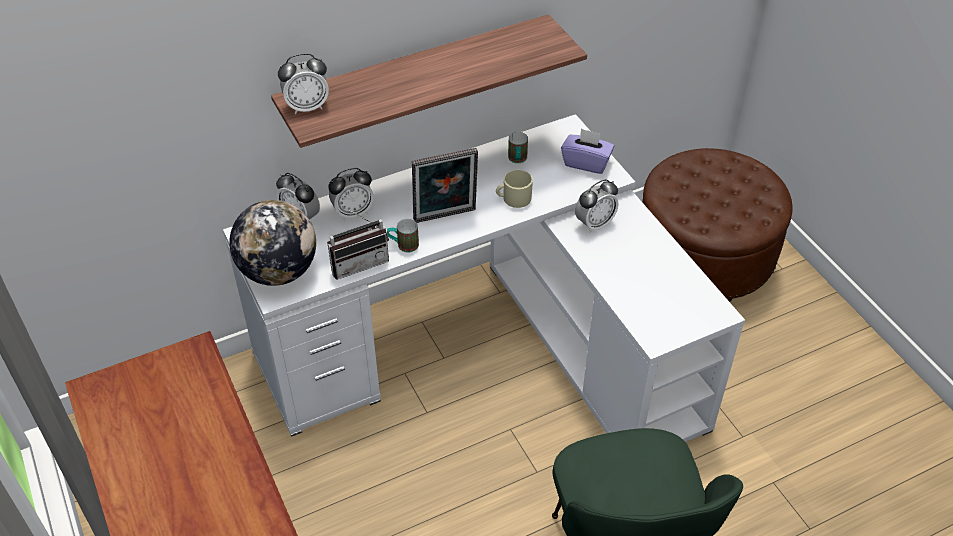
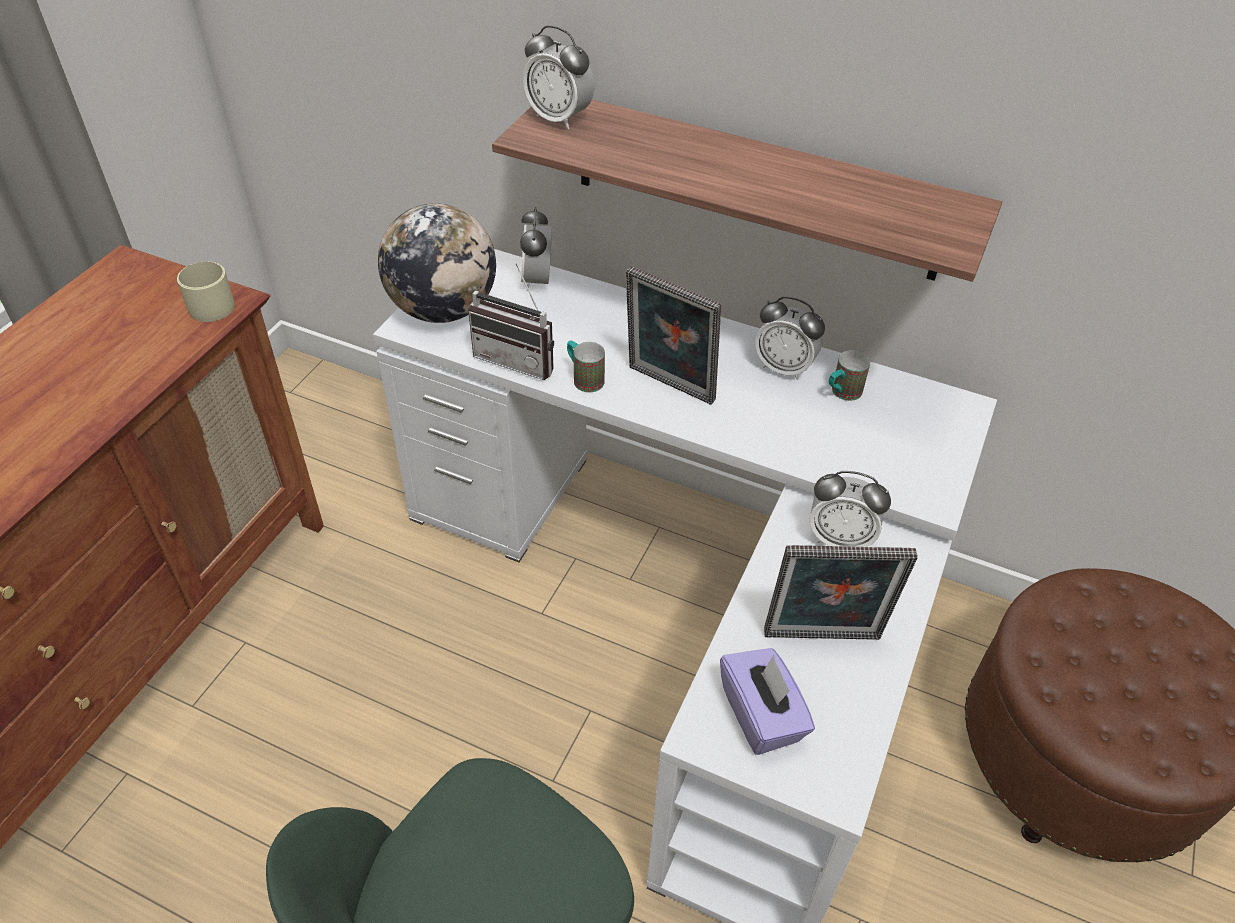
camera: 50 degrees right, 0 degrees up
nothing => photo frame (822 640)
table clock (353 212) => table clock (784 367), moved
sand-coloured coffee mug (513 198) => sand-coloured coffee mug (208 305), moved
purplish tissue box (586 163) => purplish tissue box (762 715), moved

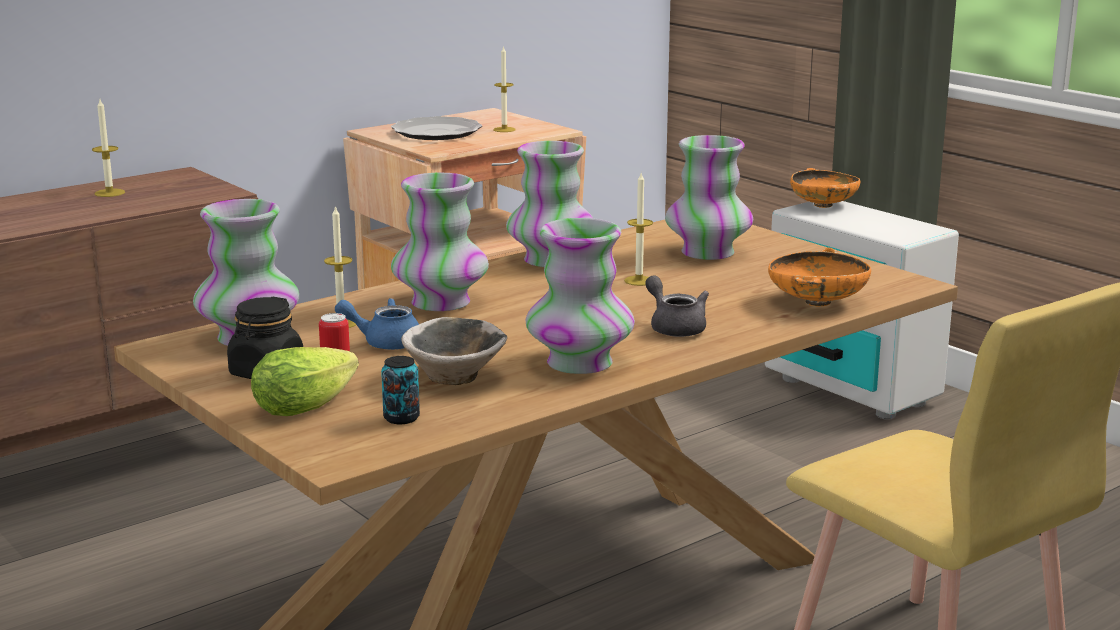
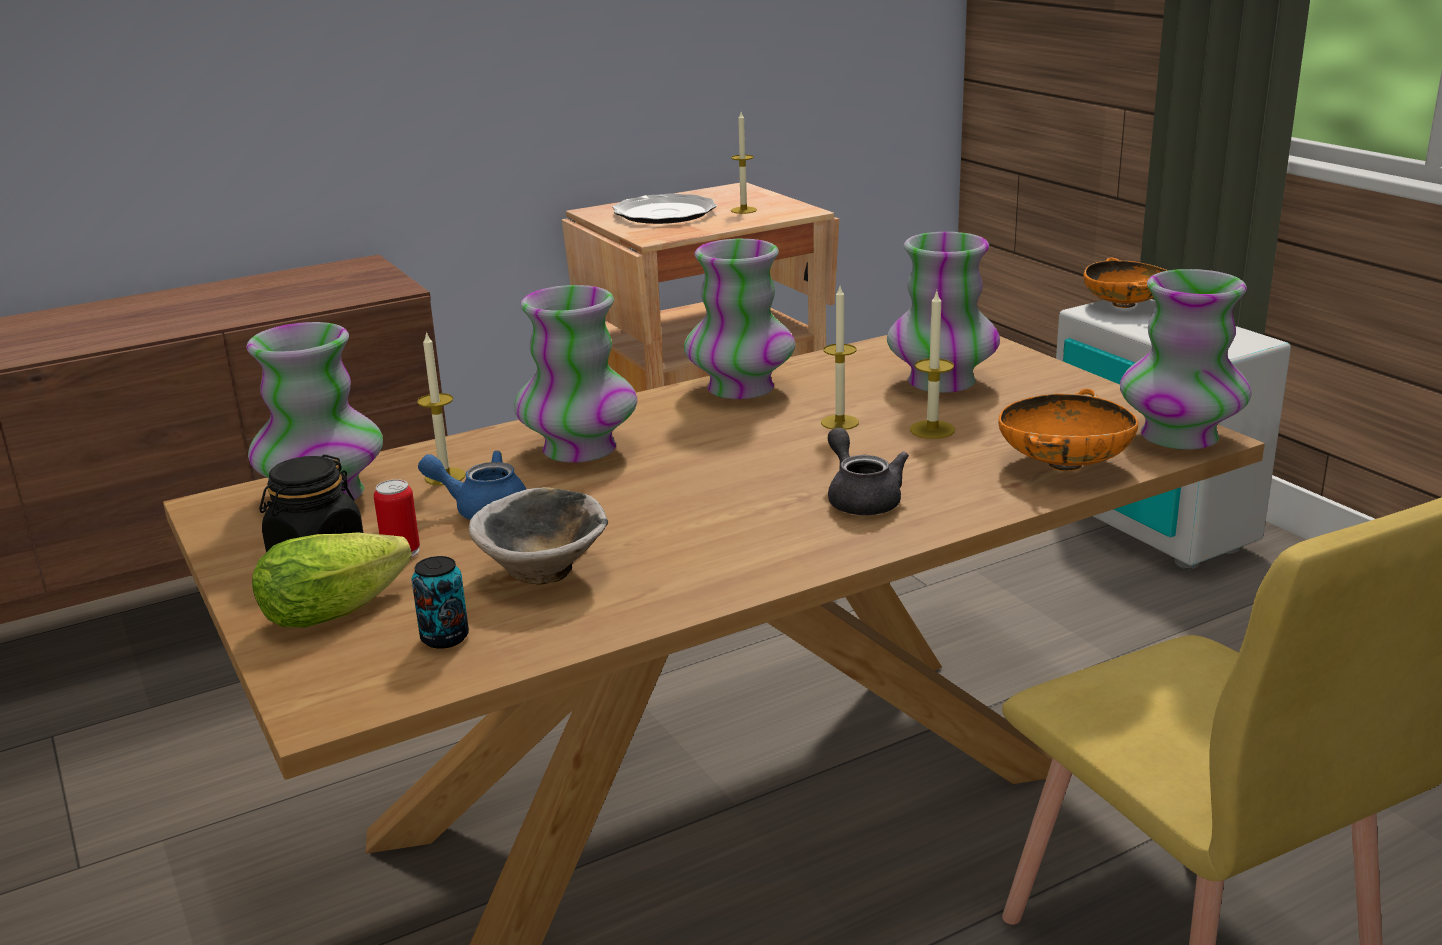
camera: 10 degrees right, 5 degrees up
wax light (109 193) => wax light (932 430), moved
flower vase (580 363) => flower vase (1179 437), moved

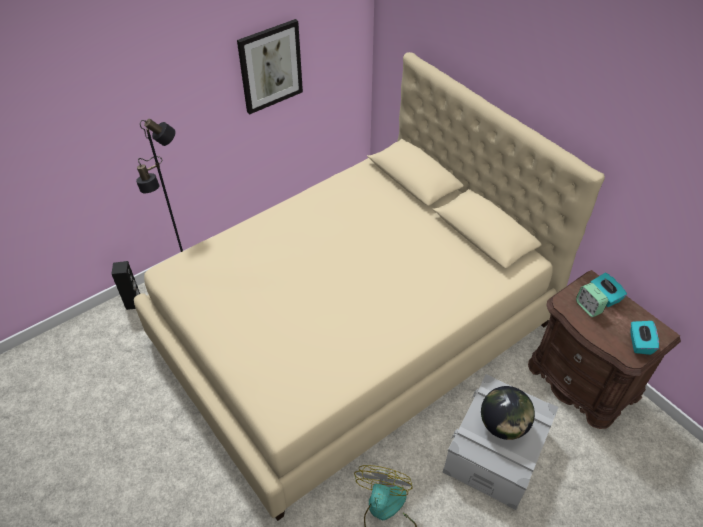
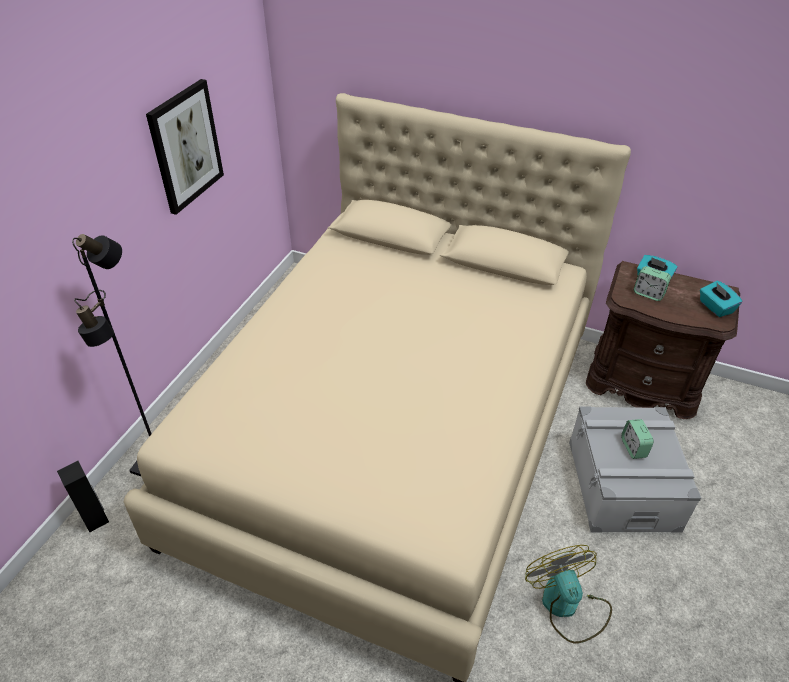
camera: 30 degrees left, 5 degrees down
desk globe (503 425) => table clock (633 448)

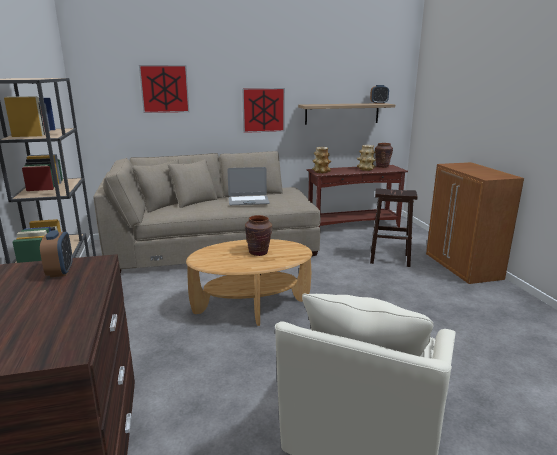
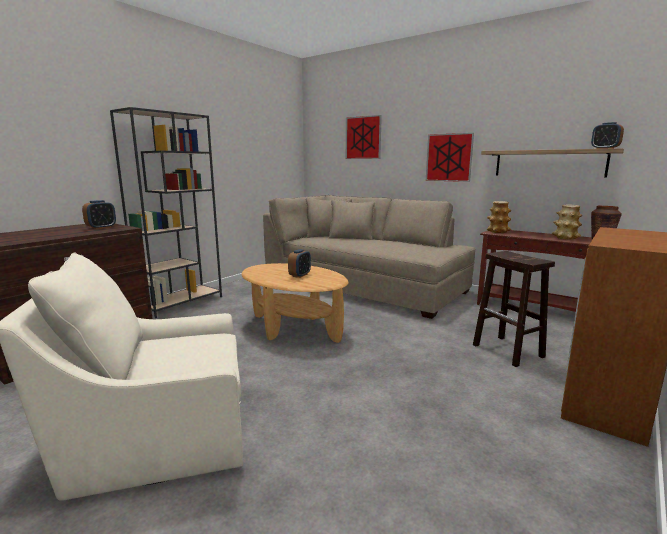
camera: 50 degrees right, 5 degrees down
portable computer (248 201) => nothing
brown-coloured flower vase (258 252) => table clock (300 275)

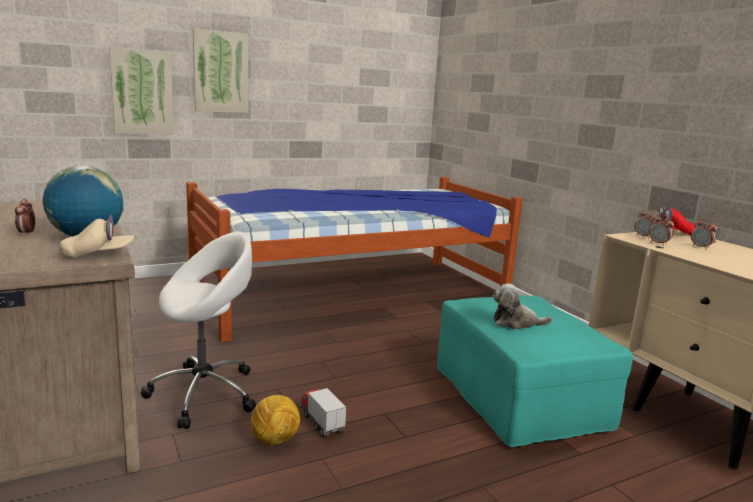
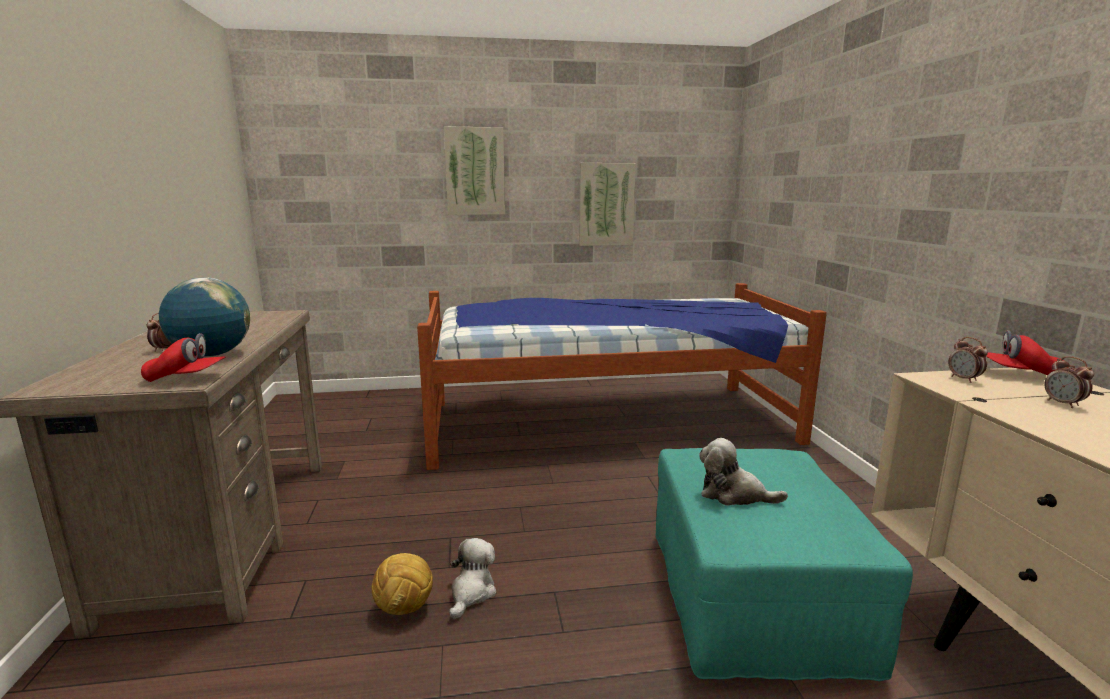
camera: 20 degrees right, 0 degrees up
white-coloured desk chair (206 393) => nothing
table clock (659 243) => nothing
wall picture (142 92) => wall picture (606 204), moved
toy truck (322 423) => cuddly toy (471 592)
sand-coloured peaked cap (98 255) => red-coloured peaked cap (186 378)

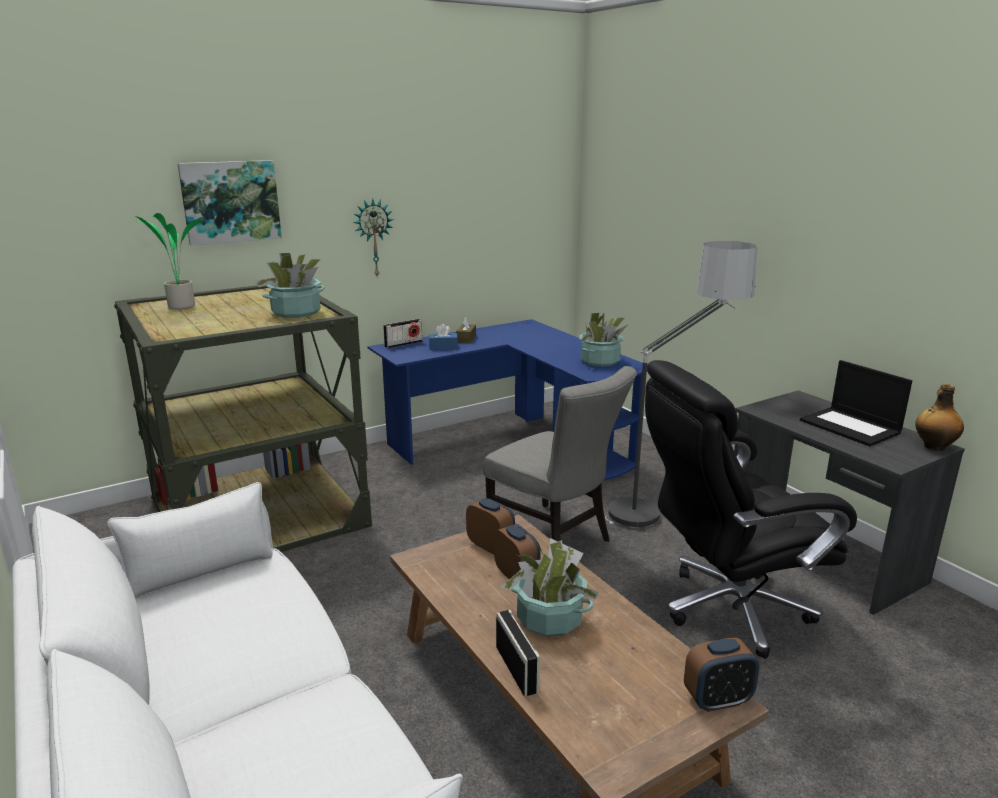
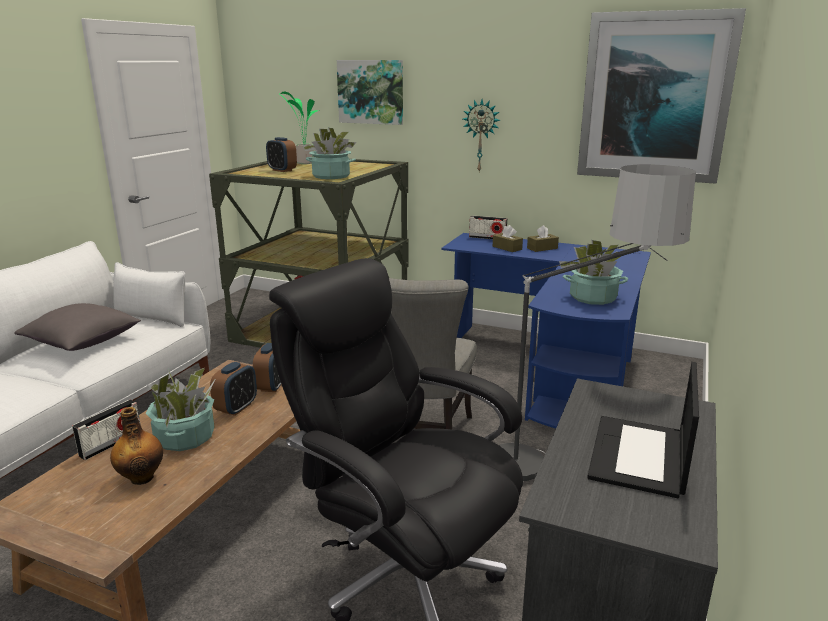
camera: 55 degrees right, 0 degrees up
nothing => gray cushion (83 343)
nothing => wall picture (655 97)
table clock (717 700) => table clock (282 170), moved
drink bottle (933 447) => drink bottle (141 477), moved
blue tissue box (443 347) => brown-coloured tissue box (507 248)

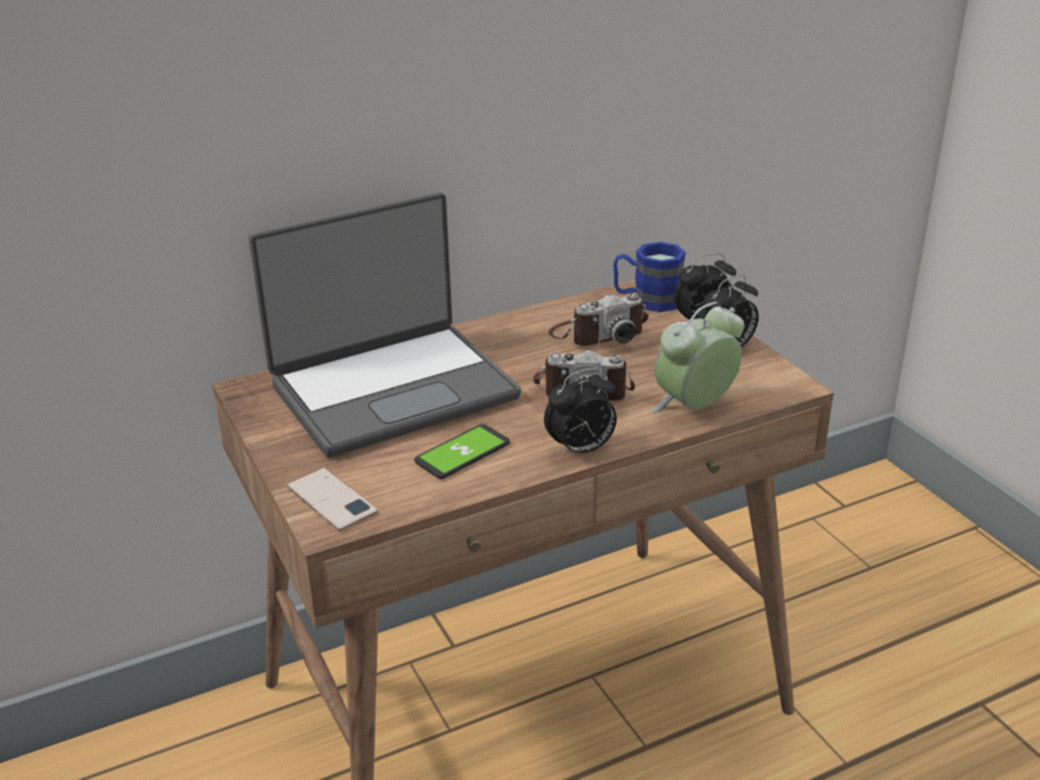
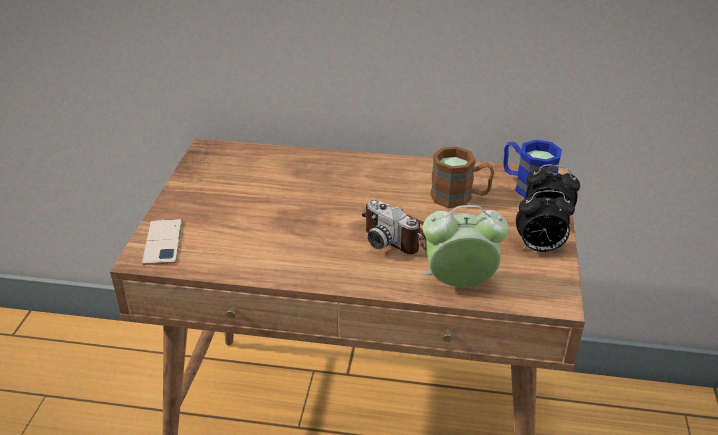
camera: 35 degrees right, 5 degrees up
portable computer (392 389) => nothing
telephone (462 453) => nothing
table clock (581 450) => nothing
still camera (598 333) => brown-coloured coffee mug (460 197)

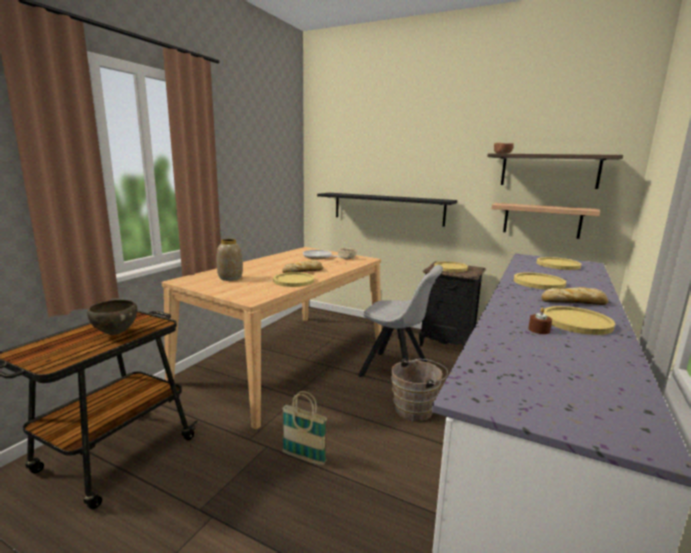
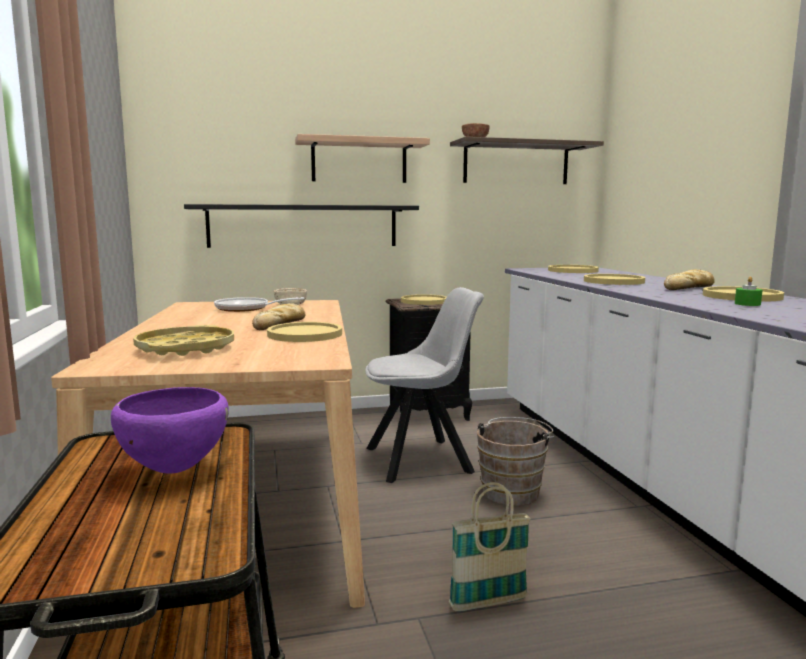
camera: 40 degrees left, 5 degrees down
shelf (542 220) => shelf (359 161), moved
flower vase (230 278) => yellow-coloured serving tray (185 349)
brown-coloured deep dish (115 333) => purplish deep dish (173 471)
brown-coloured wax light (539 330) => greenish wax light (747 304)

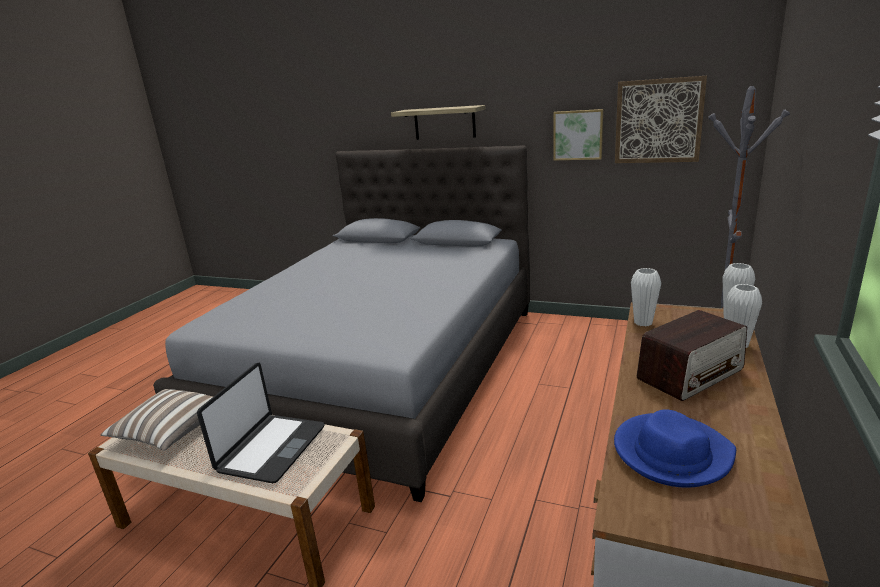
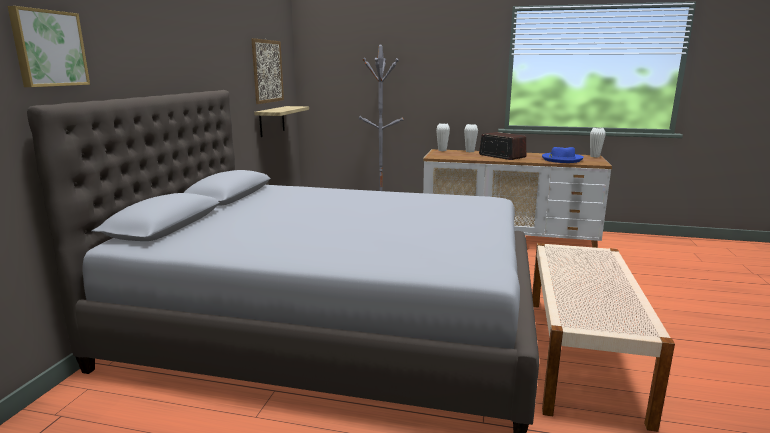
camera: 100 degrees left, 5 degrees down
cushion (170 432) => nothing
portable computer (271 448) => nothing
shelf (444 123) => shelf (272 121), moved
wall picture (578 135) => wall picture (48 48), moved
white-coloured flower vase (643 322) => white-coloured flower vase (594 156), moved

